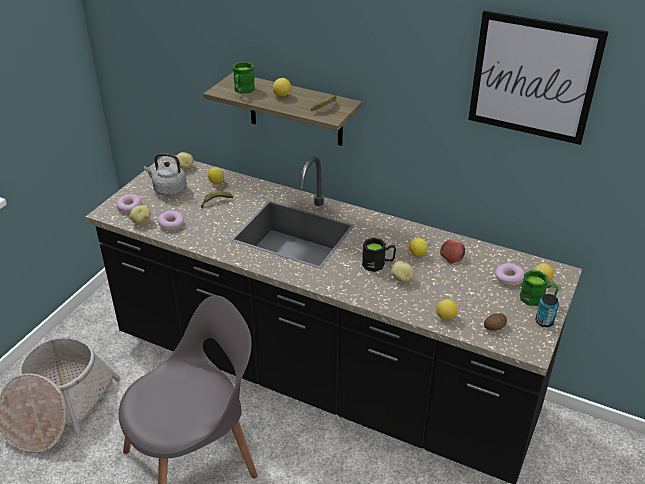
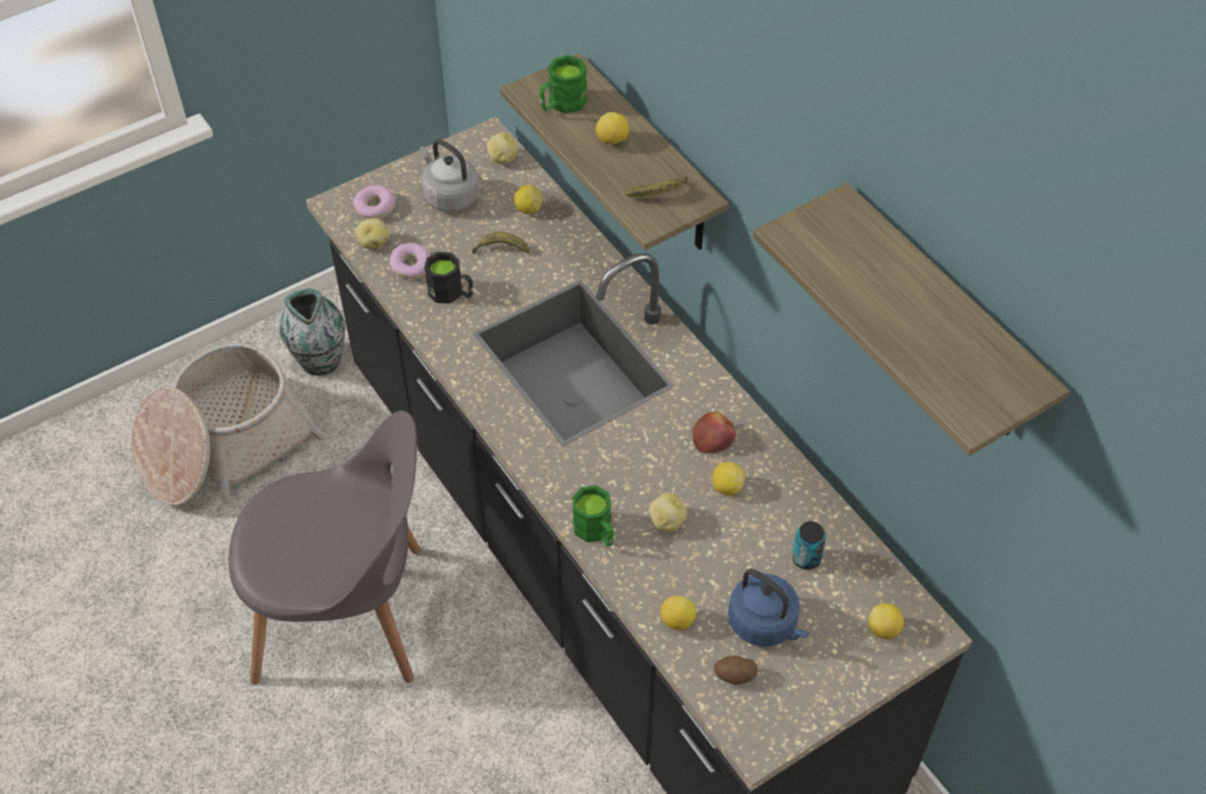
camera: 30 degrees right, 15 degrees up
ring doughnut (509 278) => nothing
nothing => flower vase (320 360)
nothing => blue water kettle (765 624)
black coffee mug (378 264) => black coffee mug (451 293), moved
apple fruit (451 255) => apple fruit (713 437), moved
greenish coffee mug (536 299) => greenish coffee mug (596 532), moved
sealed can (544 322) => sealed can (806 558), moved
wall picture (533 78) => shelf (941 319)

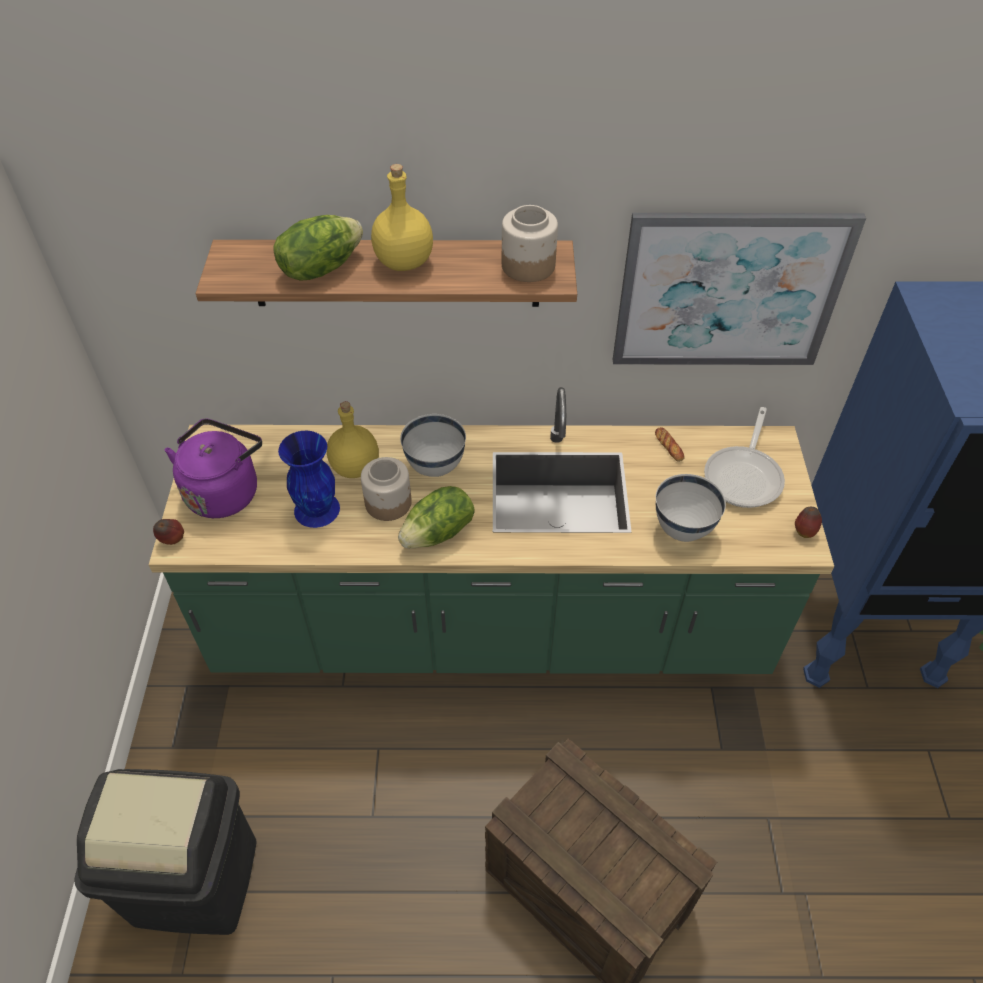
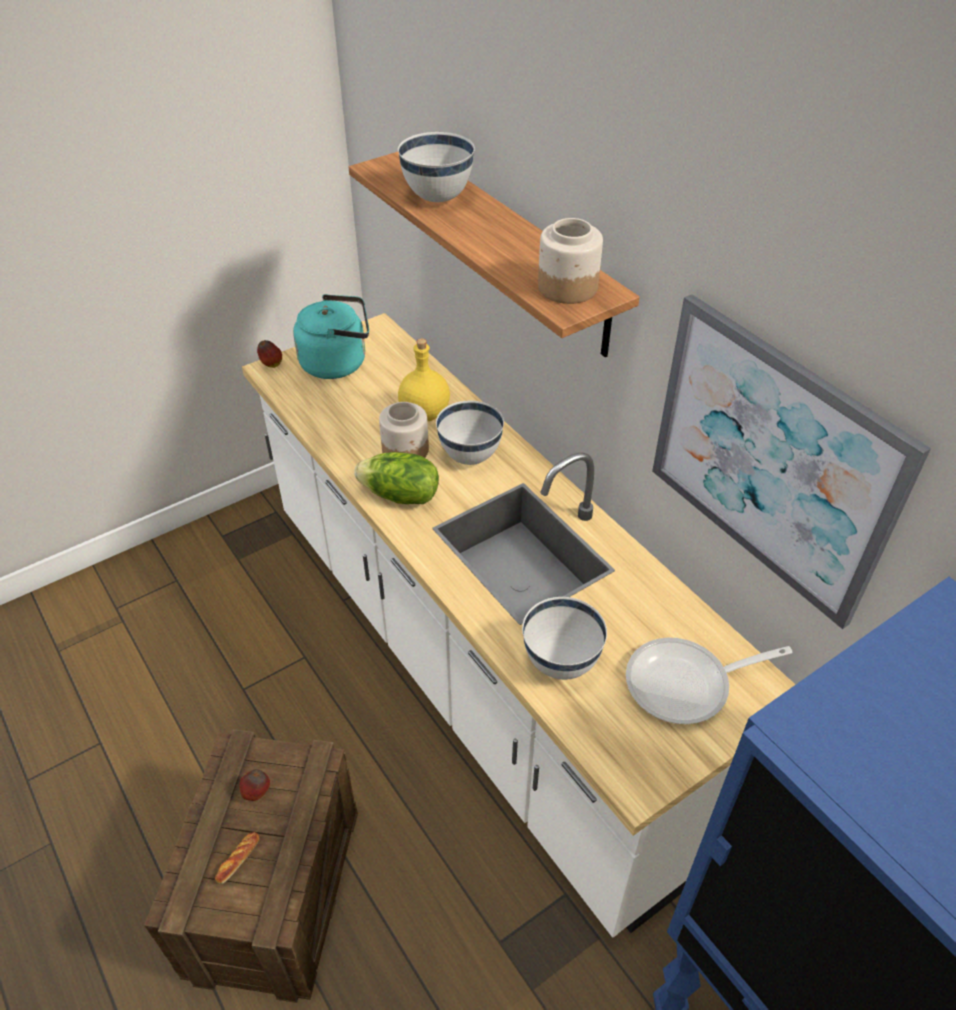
camera: 55 degrees right, 5 degrees down
black rubbish bin (196 879) => nothing
blue flower vase (317 509) => nothing
yellow-coloured drink bottle (405 262) => nothing
bread (669 446) => bread (238 859), moved
apple fruit (804 531) => apple fruit (257 793), moved
lettuce head (320 268) => white-coloured deep dish (437 198)
greenish kitchen base unit (491 629) => white-coloured kitchen base unit (478 667)
purplish water kettle (224 491) => blue-green water kettle (338 363)

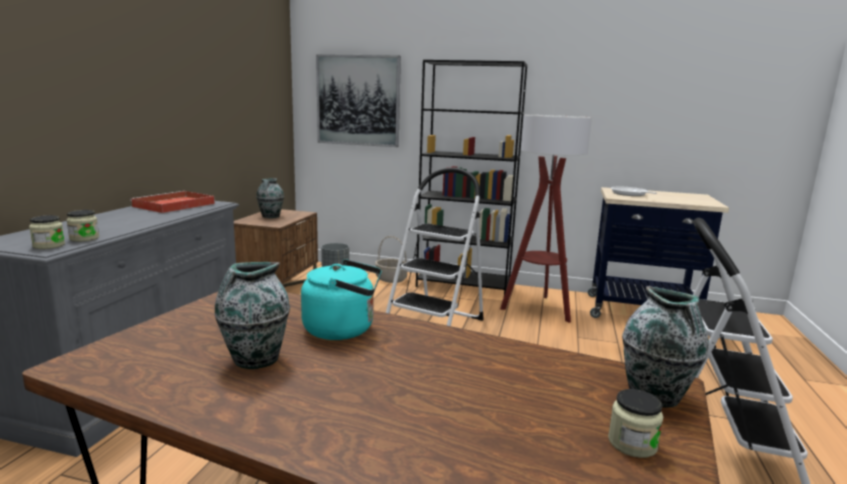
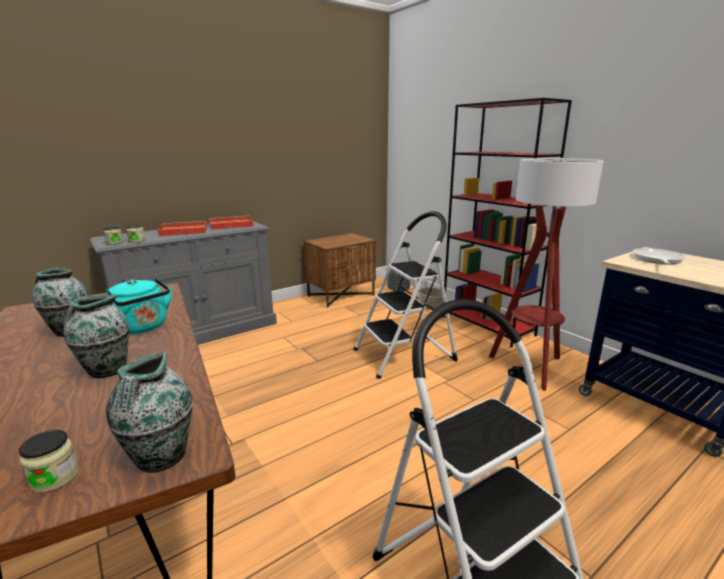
camera: 40 degrees right, 5 degrees up
wall picture (358 100) => nothing
nothing => red-coloured serving tray (182 231)
flower vase (270 216) => flower vase (106 370), moved
black bookshelf (464 285) => red-coloured bookshelf (487 326)

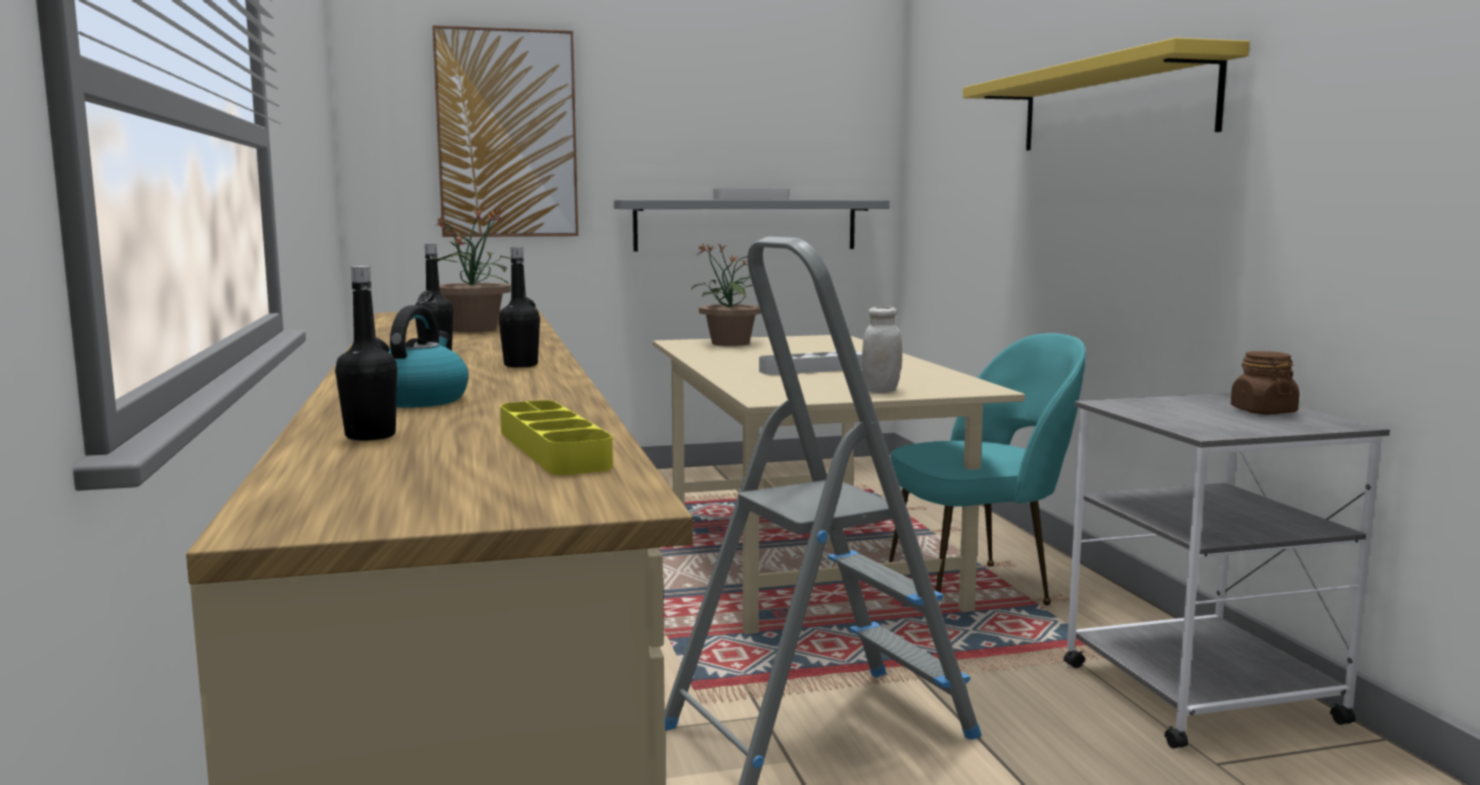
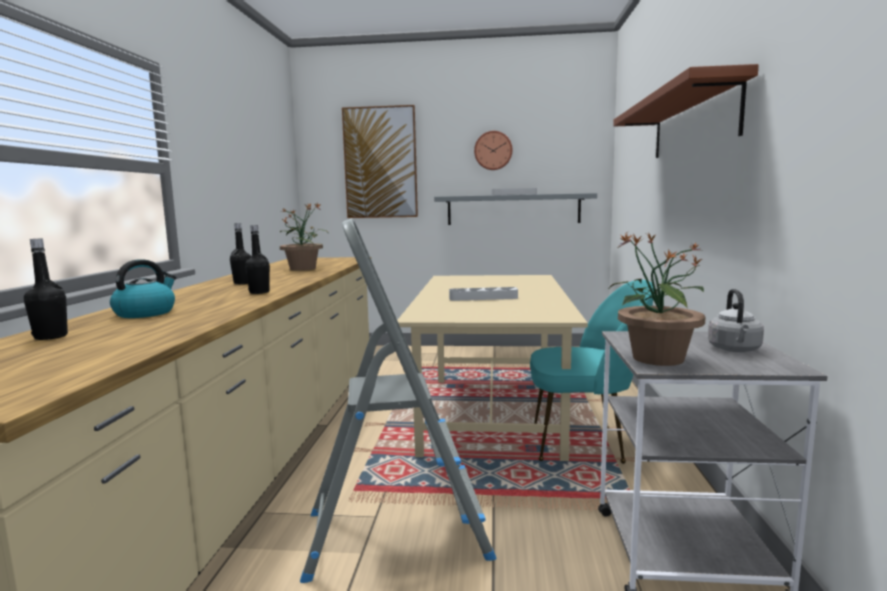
camera: 20 degrees right, 0 degrees up
yellow-coloured serving tray (553 448) => nothing
white-coloured jar (881 391) => nothing
nothing => clock on the wall (493 150)
houseplant (729 343) => houseplant (656 359), moved
brown-coloured jar (1263 411) => gray water kettle (734 350)
yellow-coloured shelf (1112 105) => brown-coloured shelf (692 123)

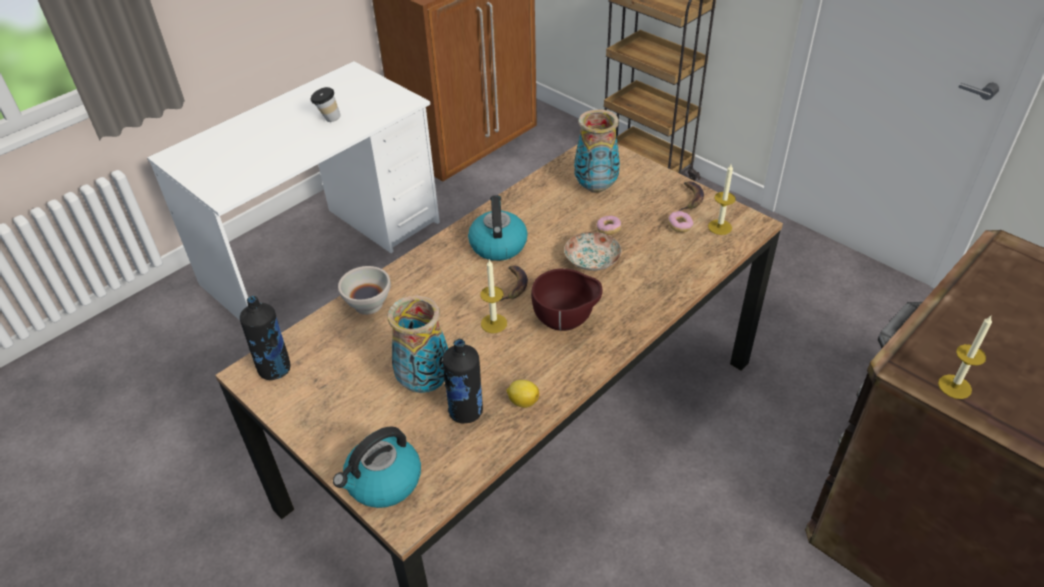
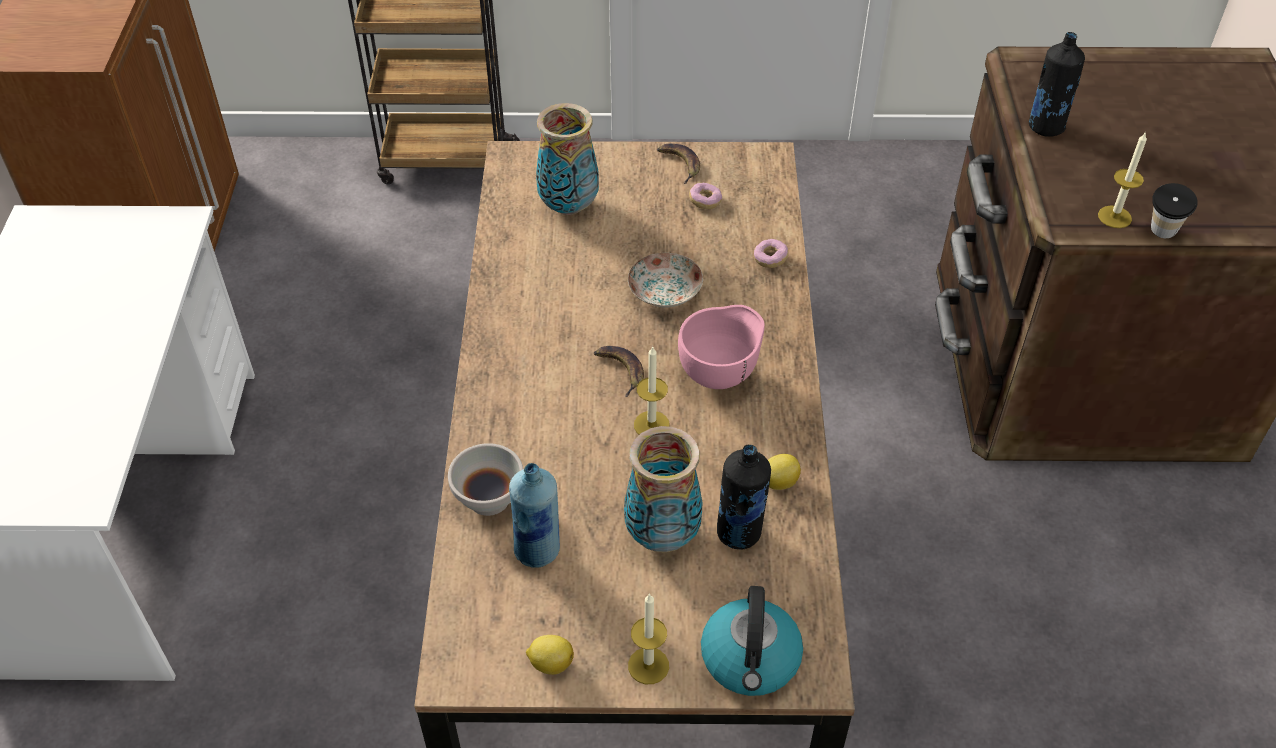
camera: 45 degrees left, 5 degrees up
water kettle (498 244) => nothing
nothing => blue drink bottle (538 550)
nothing => citrus fruit (550 663)
black drink bottle (275 369) => black drink bottle (1045 126), moved
cup (328 119) => cup (1160 235), moved
ring doughnut (608 229) => ring doughnut (770 259), moved
wax light (720 227) => wax light (648 665), moved
brown-coloured deep dish (566 322) => pinkish deep dish (720 374)

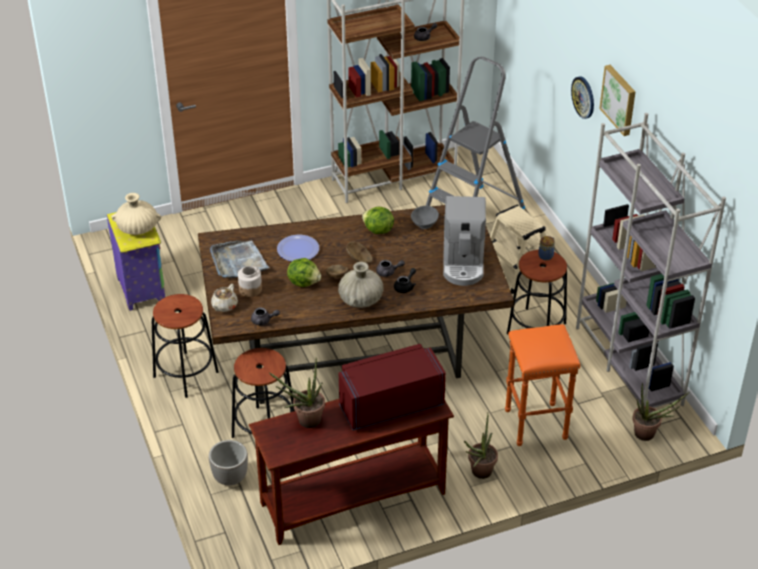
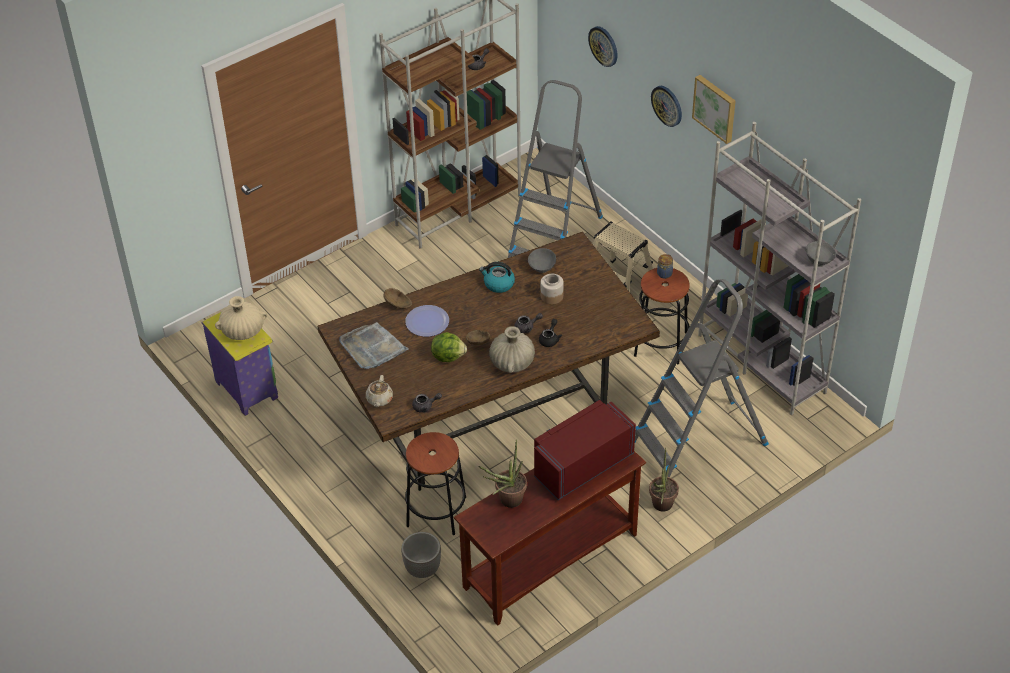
camera: 15 degrees left, 5 degrees up
black sitting stool (186 374) => nothing
coffee machine (463 263) => nothing
houseplant (649 435) => nothing
nothing => clock on the wall (604 46)
nothing => gray deep dish (819 261)
jar (250 289) => jar (551 296), moved
brown-coloured deep dish (359 259) => brown-coloured deep dish (398 305), moved
lettuce head (378 230) => water kettle (498 284)
orange-coloured sitting stool (537 424) => gray step ladder (697 444)

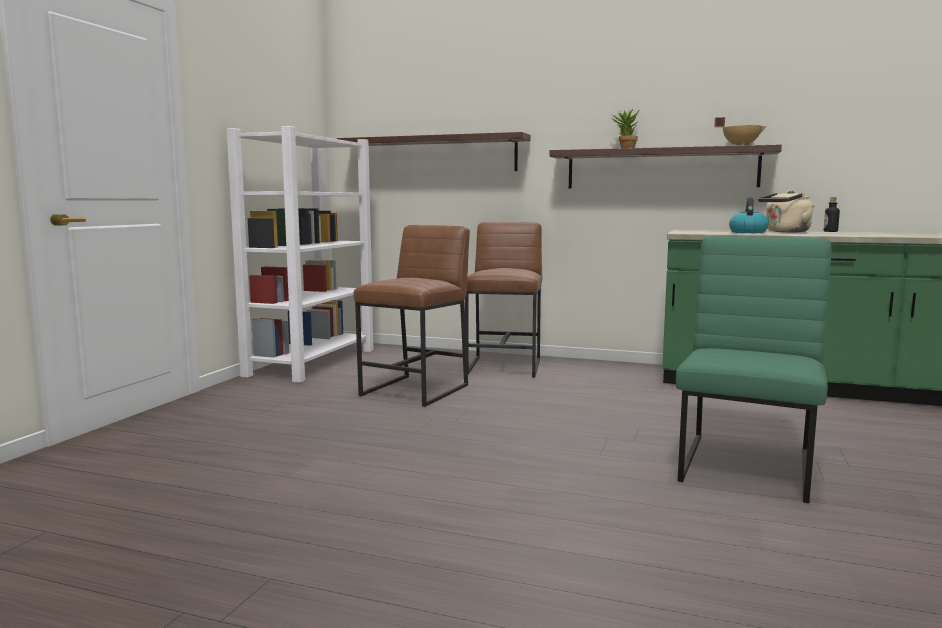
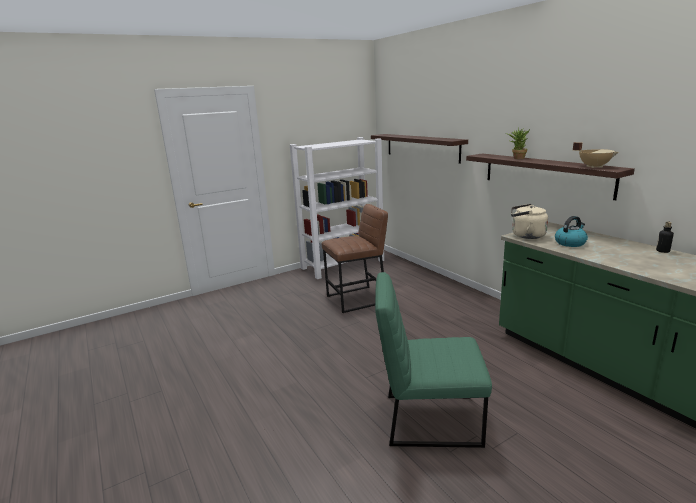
camera: 40 degrees right, 10 degrees up
brown-coloured chair (504 366) => nothing
sand-coloured water kettle (785 232) => sand-coloured water kettle (526 236), moved
greenish chair (747 465) => greenish chair (428 419), 150 degrees counterclockwise

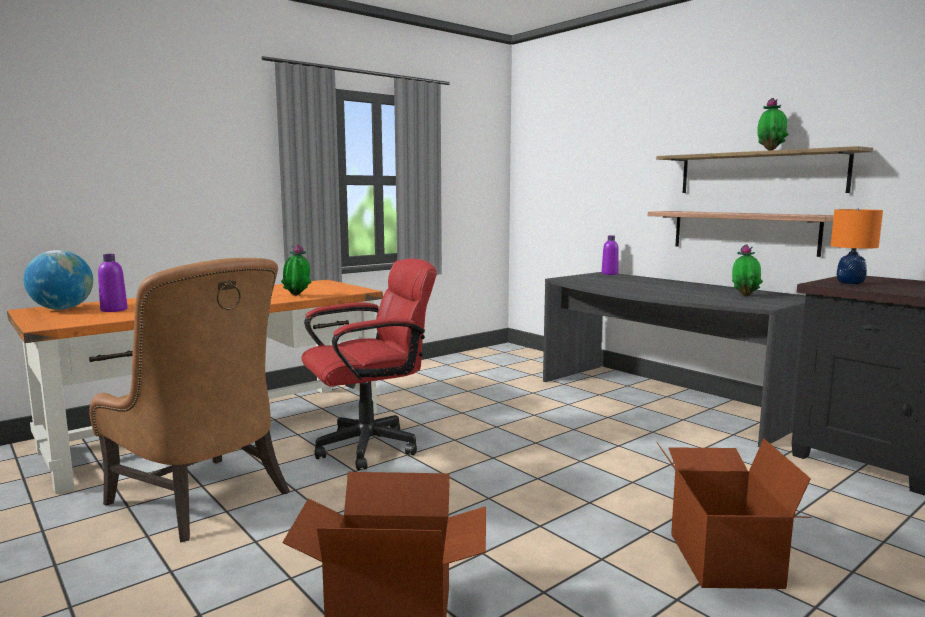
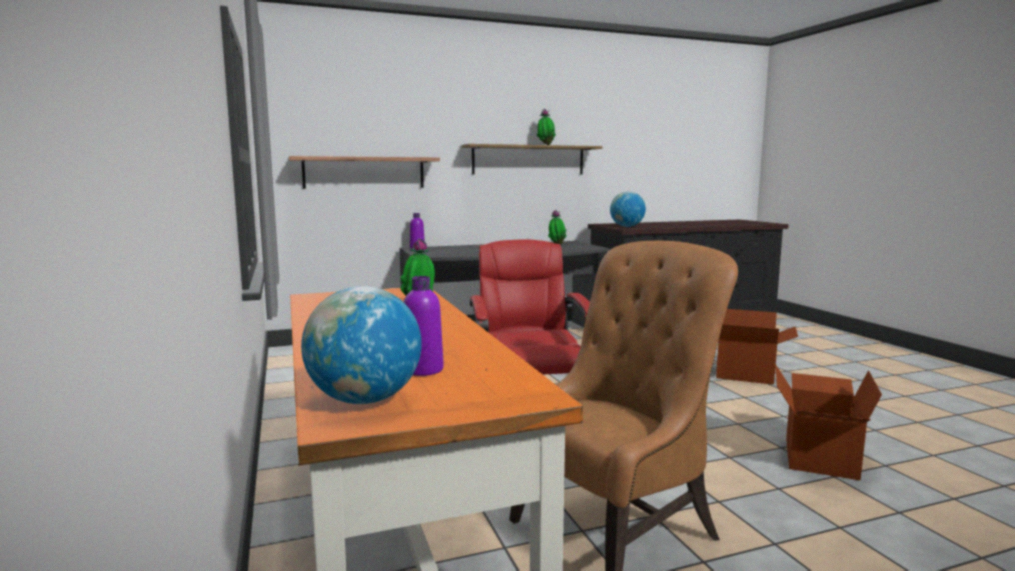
camera: 70 degrees left, 0 degrees up
shelf (743 232) => shelf (364 172), moved
orange-coloured lamp for a table (850 283) => desk globe (627 226)

